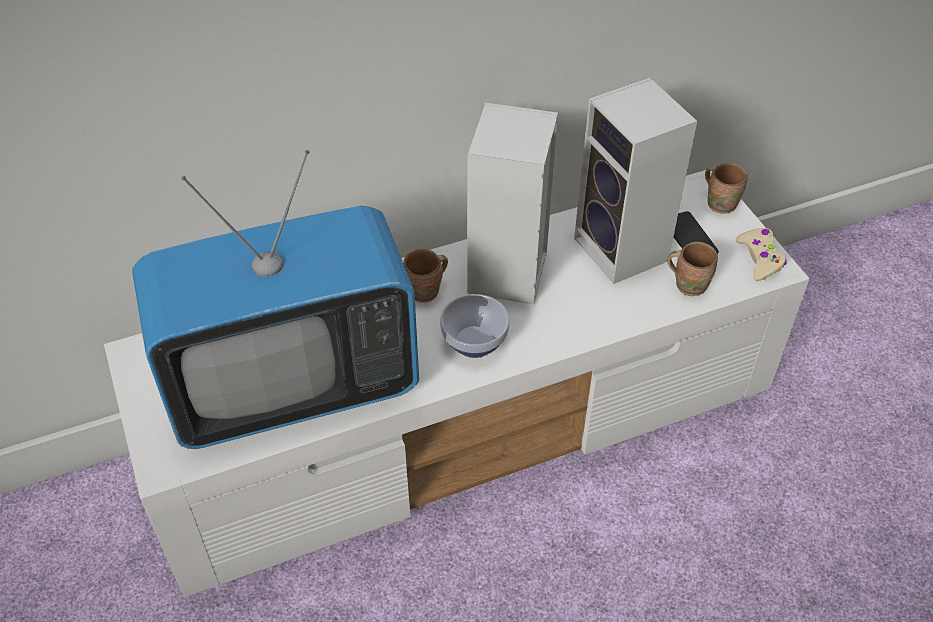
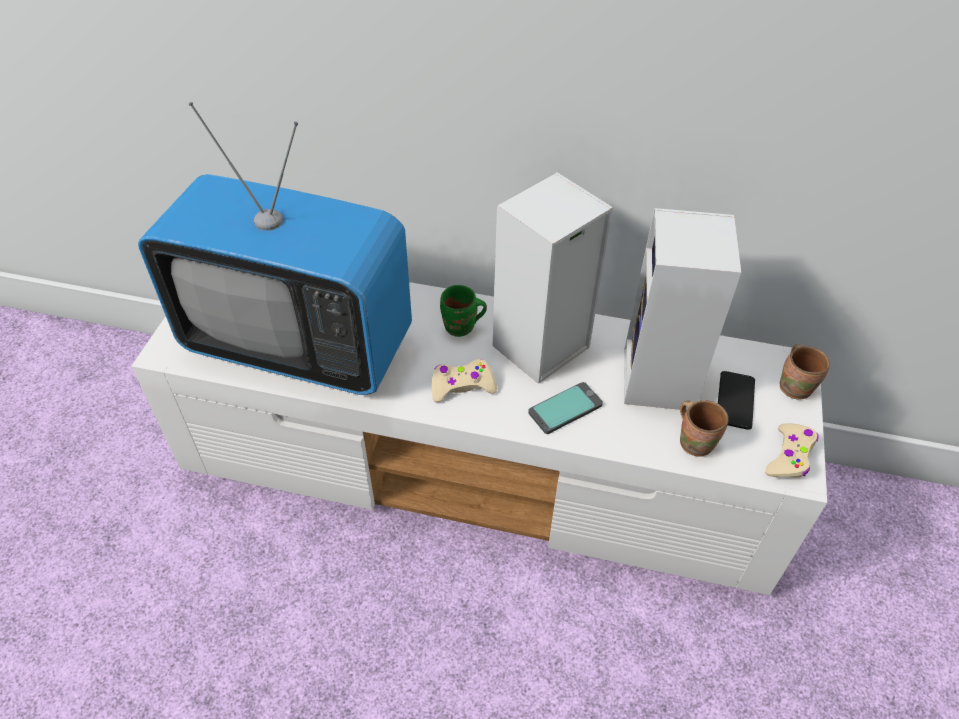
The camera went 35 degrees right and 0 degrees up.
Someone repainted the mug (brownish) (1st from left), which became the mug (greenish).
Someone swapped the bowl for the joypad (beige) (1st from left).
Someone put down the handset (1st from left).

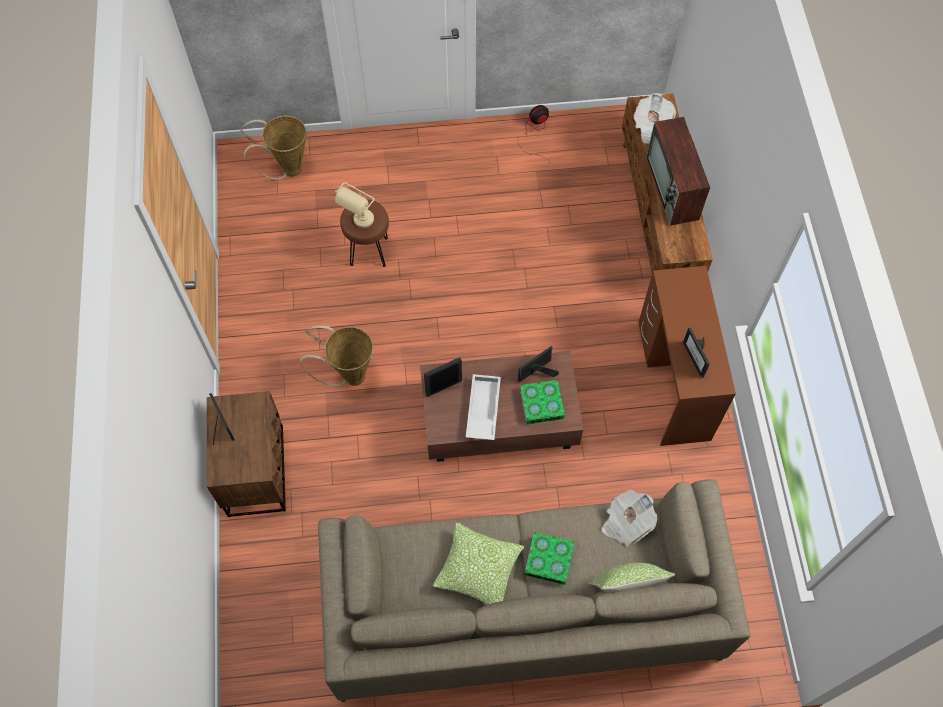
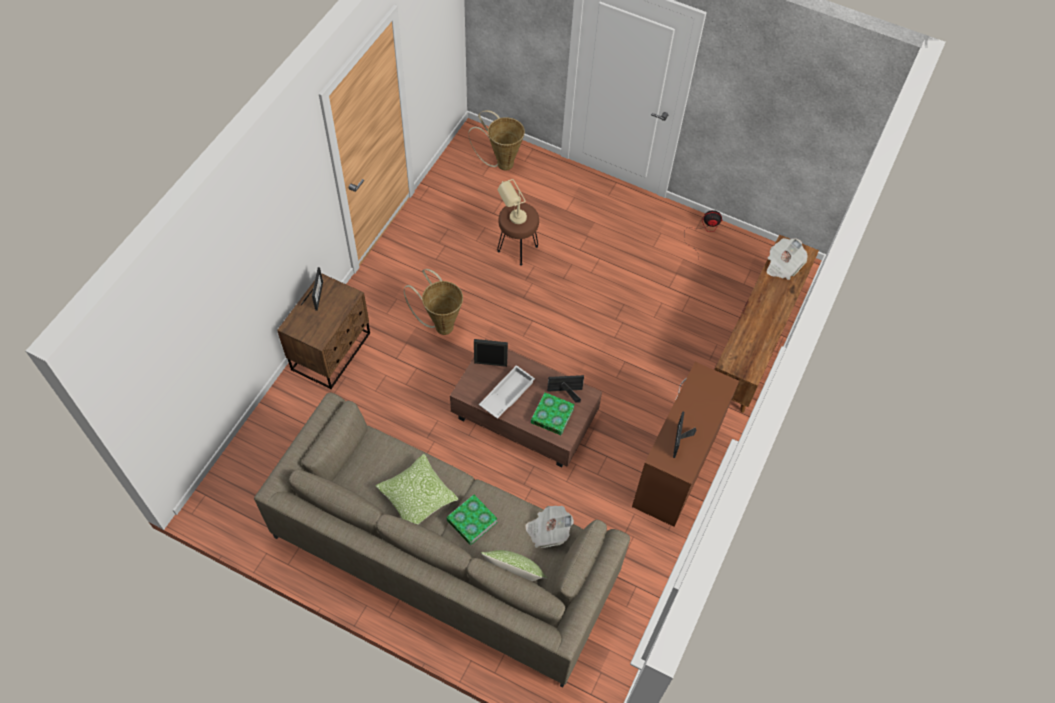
The camera went 30 degrees right and 5 degrees down.
Someone took away the TV set.

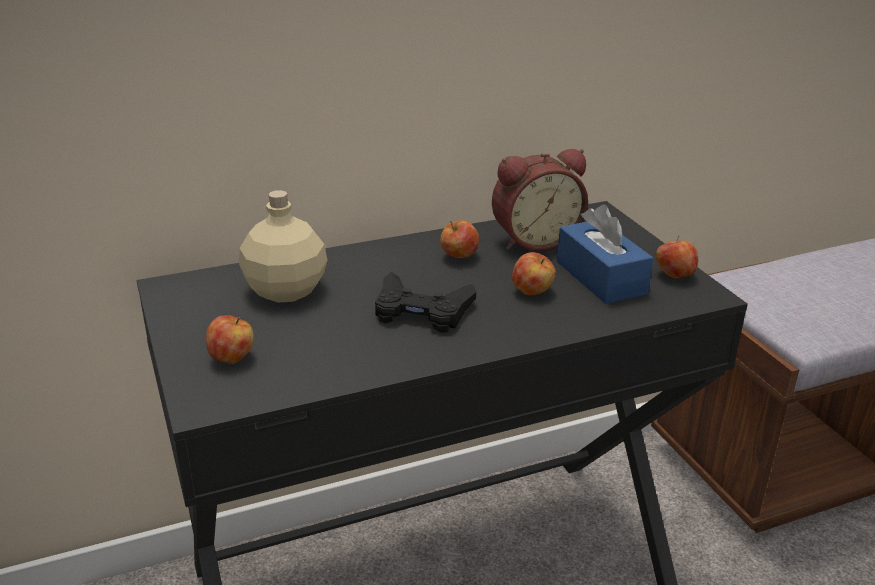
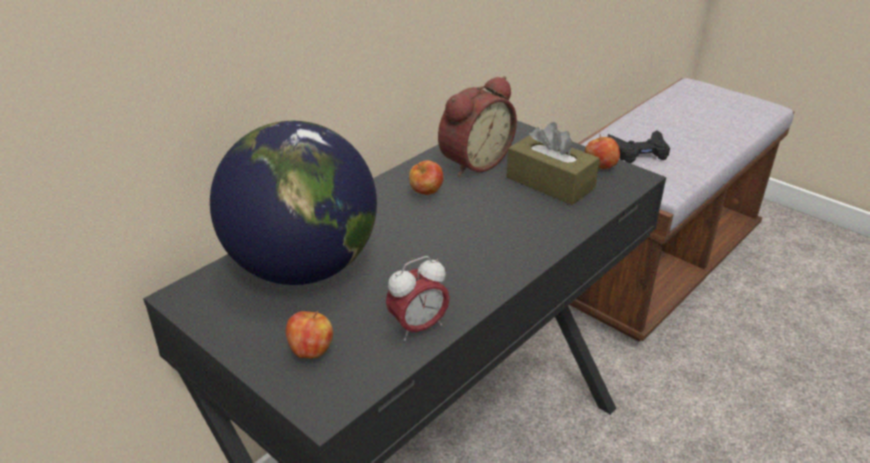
The camera went 25 degrees left and 5 degrees up.
Someone swapped the drink bottle (beige) for the globe.
Someone carried the joypad (black).
Someone took away the apple (3rd from left).
Someone repainted the tissue holder (blue), which became the tissue holder (brownish).
Someone put down the alarm clock (1st from left).

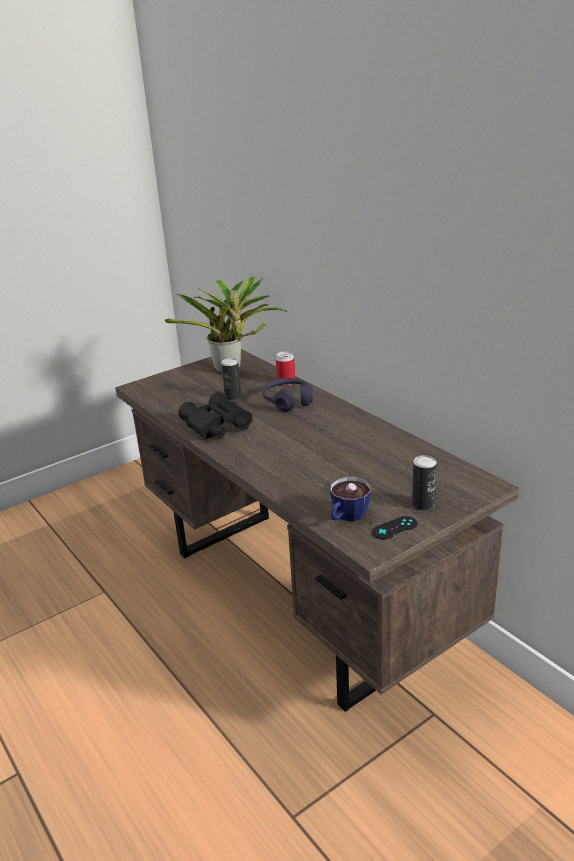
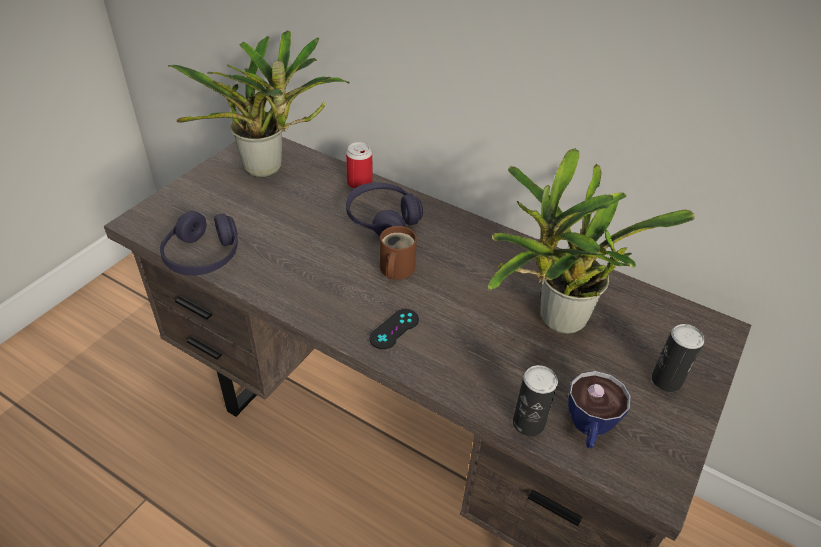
The camera went 25 degrees left and 15 degrees up.
Someone took away the field glasses (black).
Someone carried the can (1st from left in the first image).
Someone carried the joypad (black).
Someone put down the headset (purple-coloured) (1st from left).
Someone put down the mug (brownish).
Someone put down the plant in a pot (2nd from left).

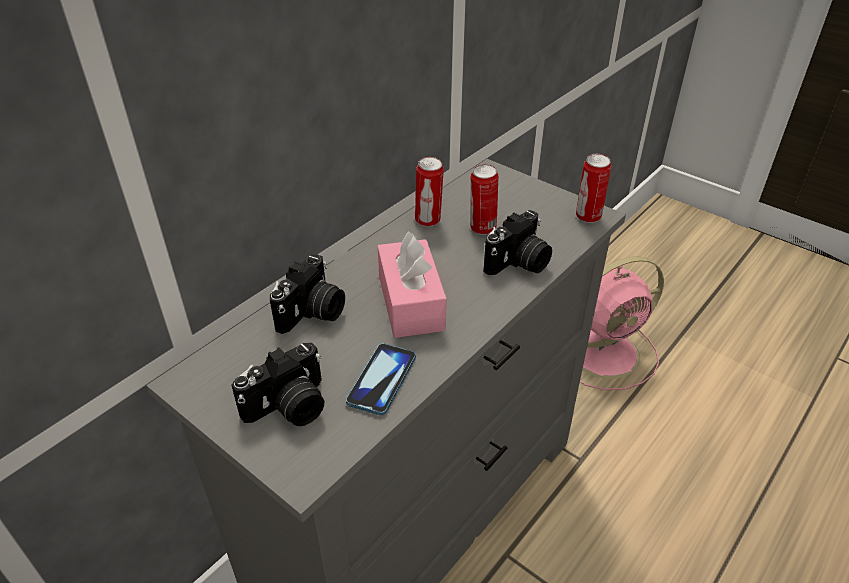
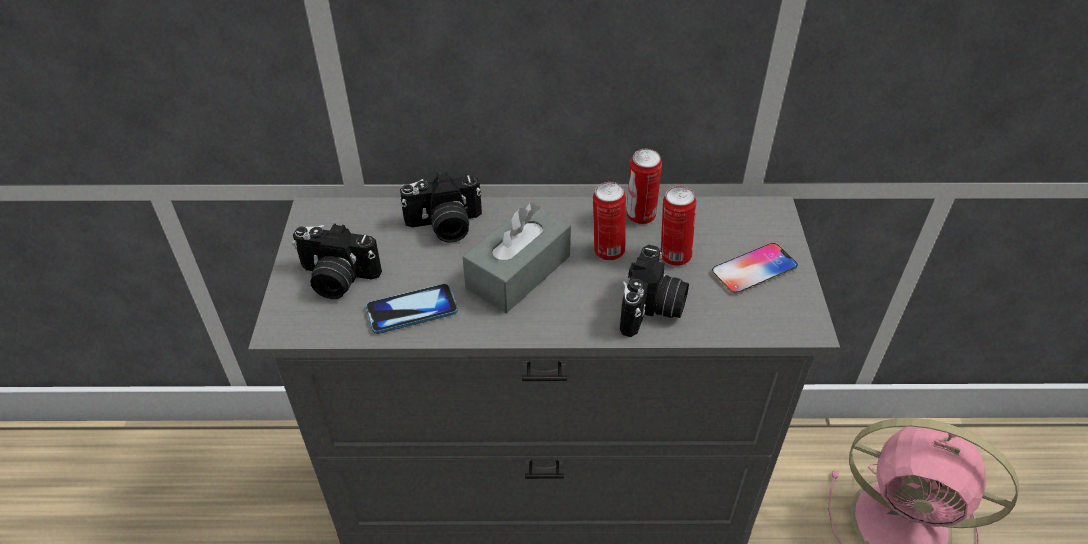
The camera went 50 degrees right and 5 degrees up.
Someone repainted the tissue holder (pink-coloured), which became the tissue holder (grey).
Someone rotated the still camera (3rd from left) by 75 degrees counterclockwise.
Someone carried the can (3rd from left in the first image).
Someone put down the handset (2nd from left).

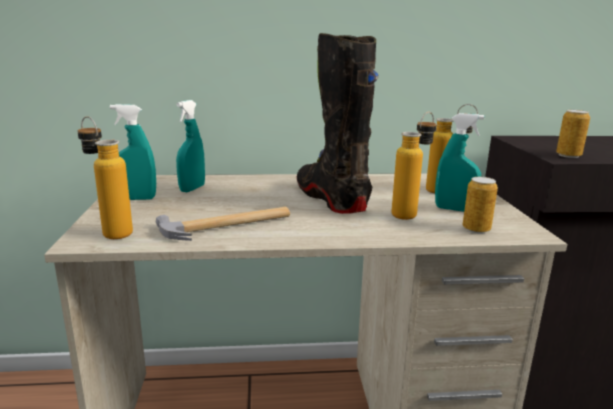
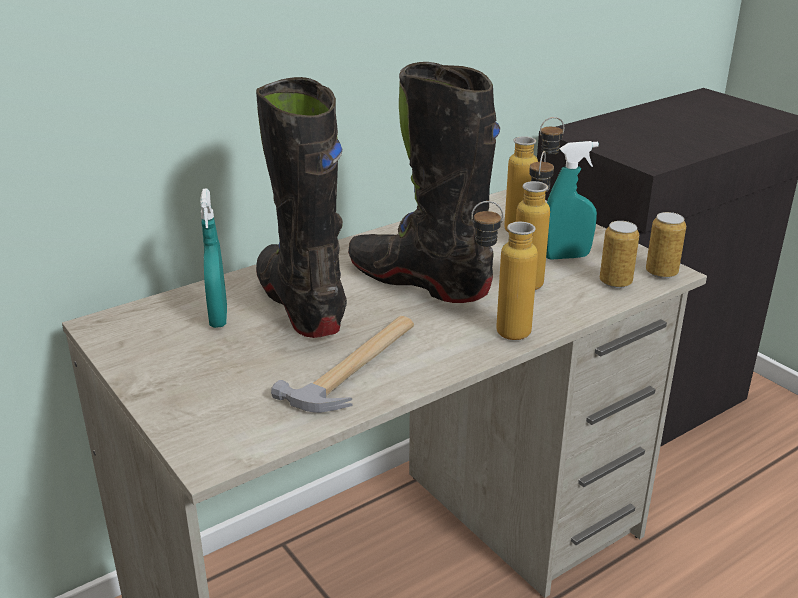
The camera went 30 degrees left and 10 degrees up.
Someone carried the drink bottle (1st from left).
Someone took away the sprayer (turquoise) (1st from left).
Someone carried the can (2nd from left).
Someone put down the tall boot (black) (1st from left).

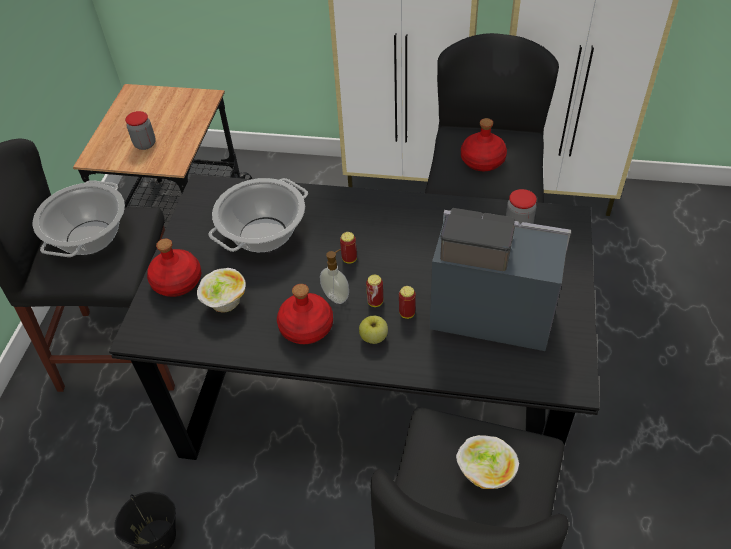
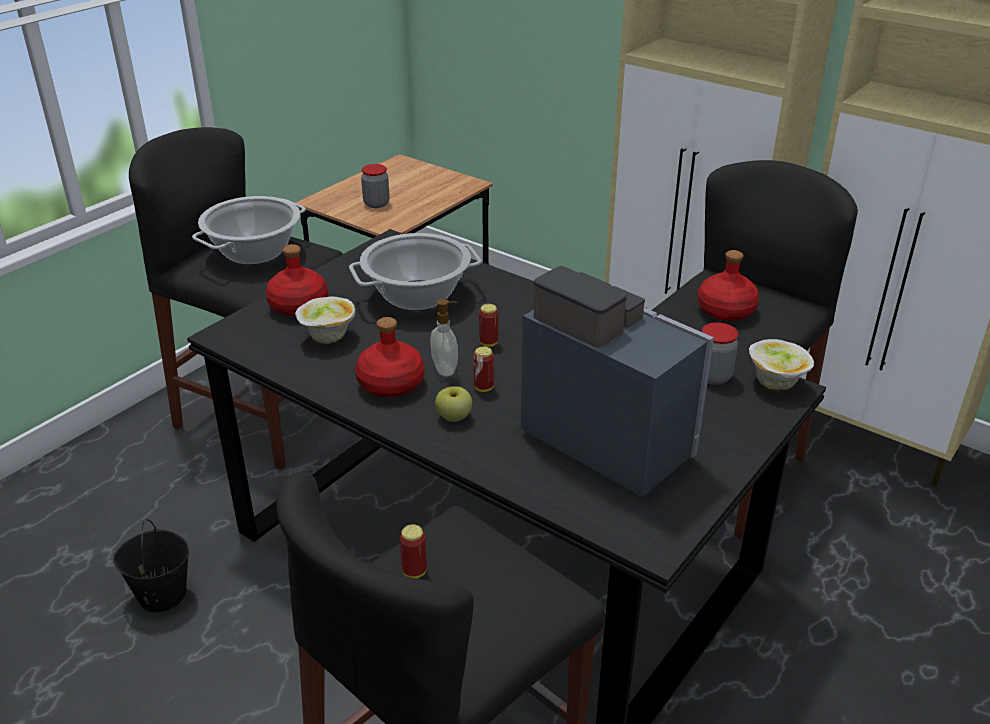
The camera went 25 degrees right and 15 degrees down.
Someone carried the can (3rd from left in the first image).
Someone carried the bowl (2nd from left).

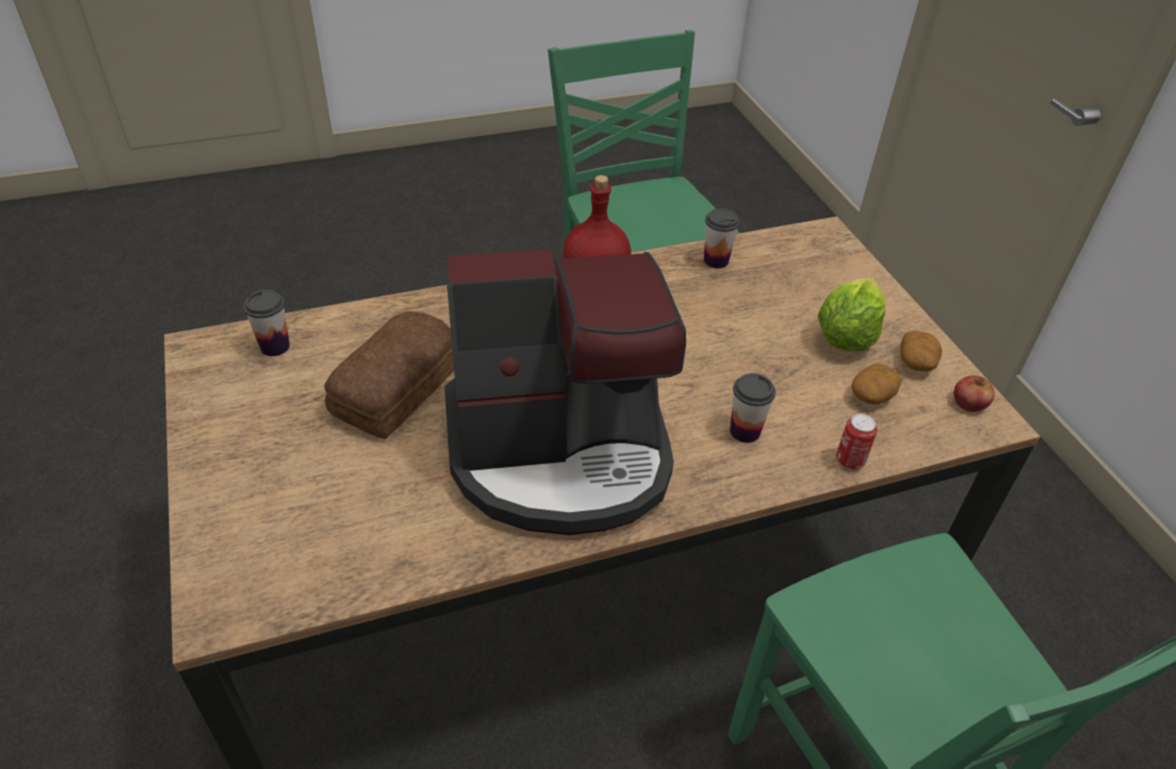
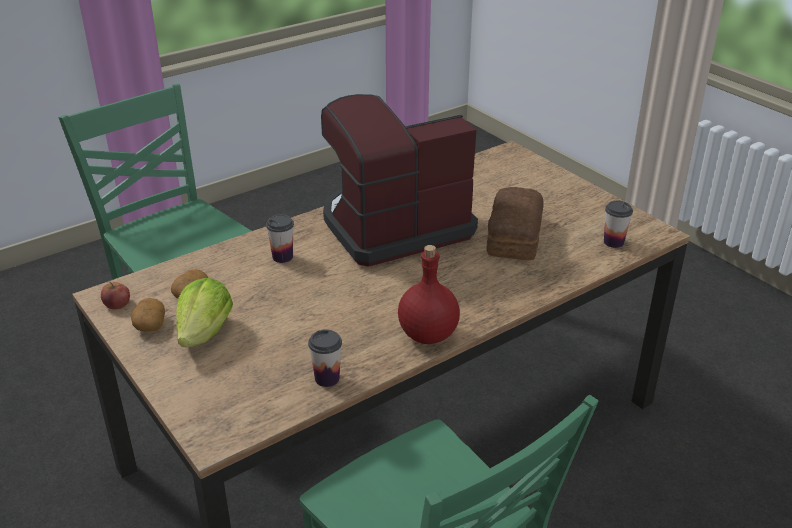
The camera went 165 degrees right and 10 degrees down.
Someone took away the can.

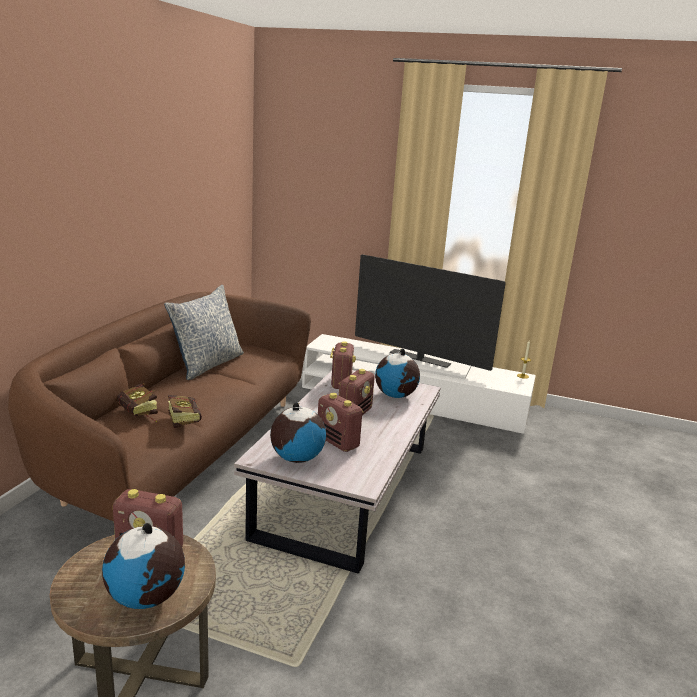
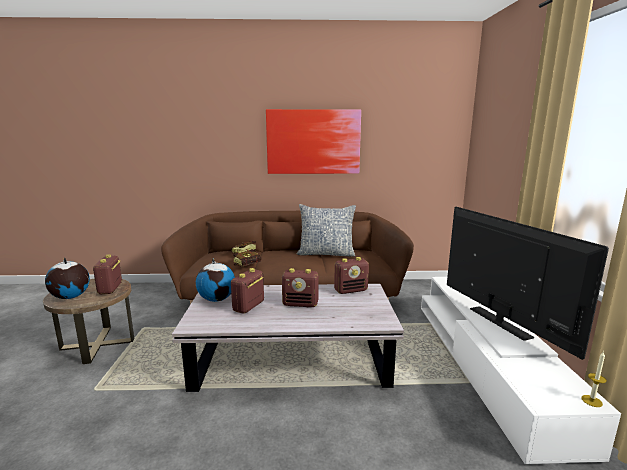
The camera went 70 degrees right and 5 degrees down.
Someone rotated the TV set by 150 degrees clockwise.
Someone took away the globe (3rd from left).
Someone put up the wall art.

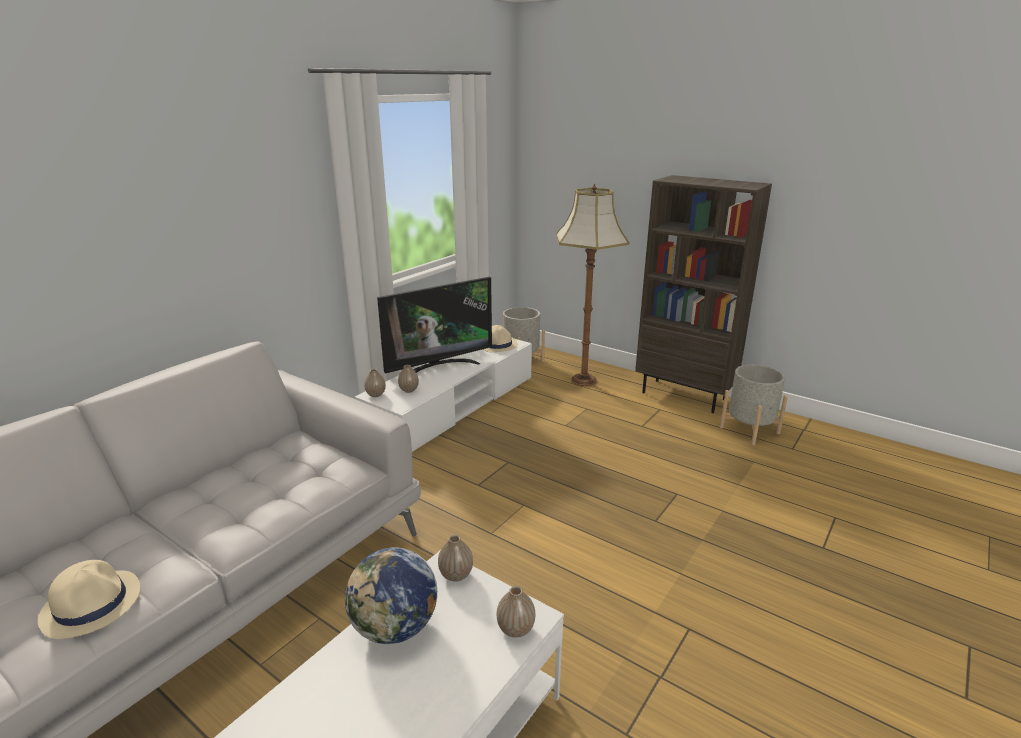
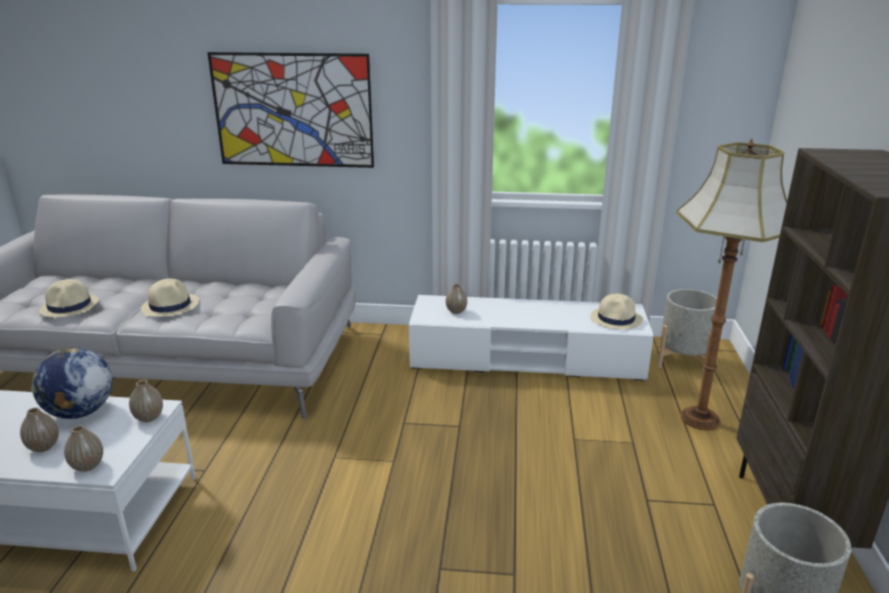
The camera went 60 degrees right and 0 degrees up.
Someone carried the flower vase (1st from left).
Someone took away the TV set.
Someone put down the wearable hat (beige) (2nd from left).
Someone put up the wall art.

